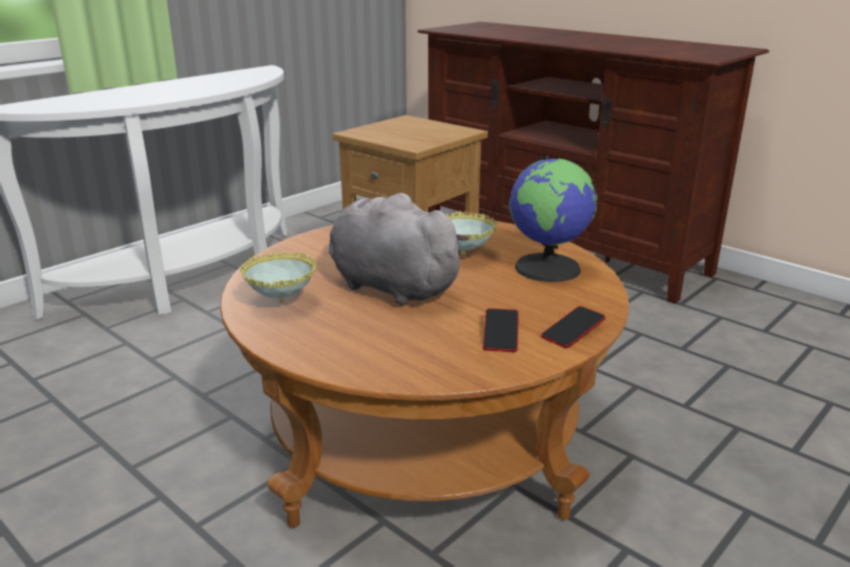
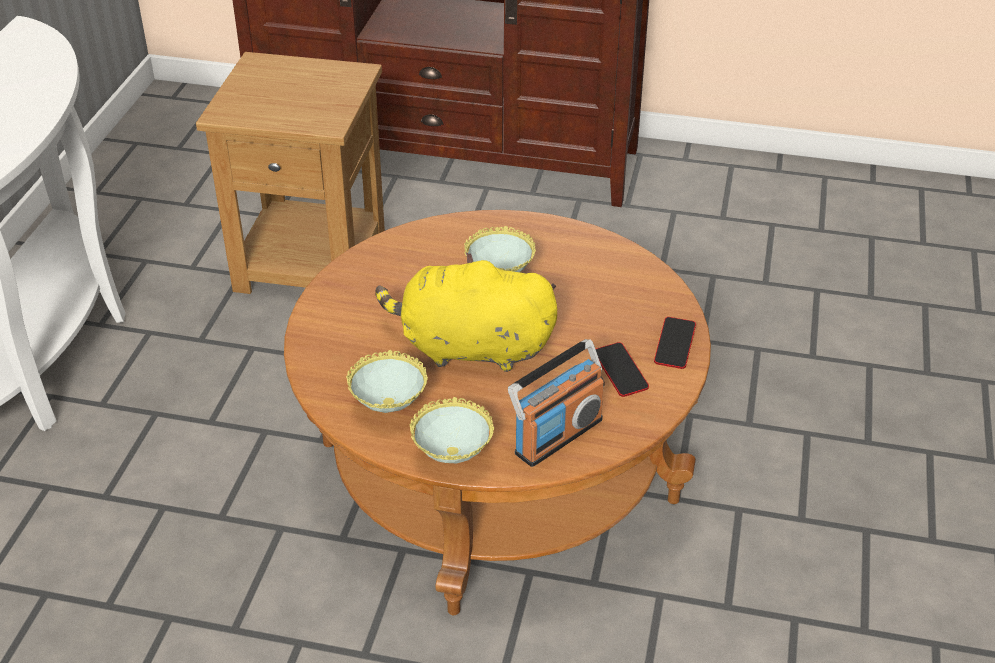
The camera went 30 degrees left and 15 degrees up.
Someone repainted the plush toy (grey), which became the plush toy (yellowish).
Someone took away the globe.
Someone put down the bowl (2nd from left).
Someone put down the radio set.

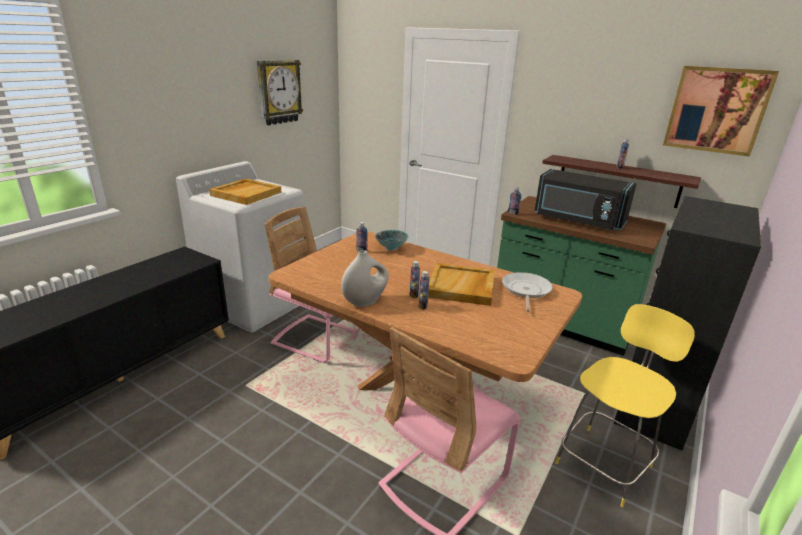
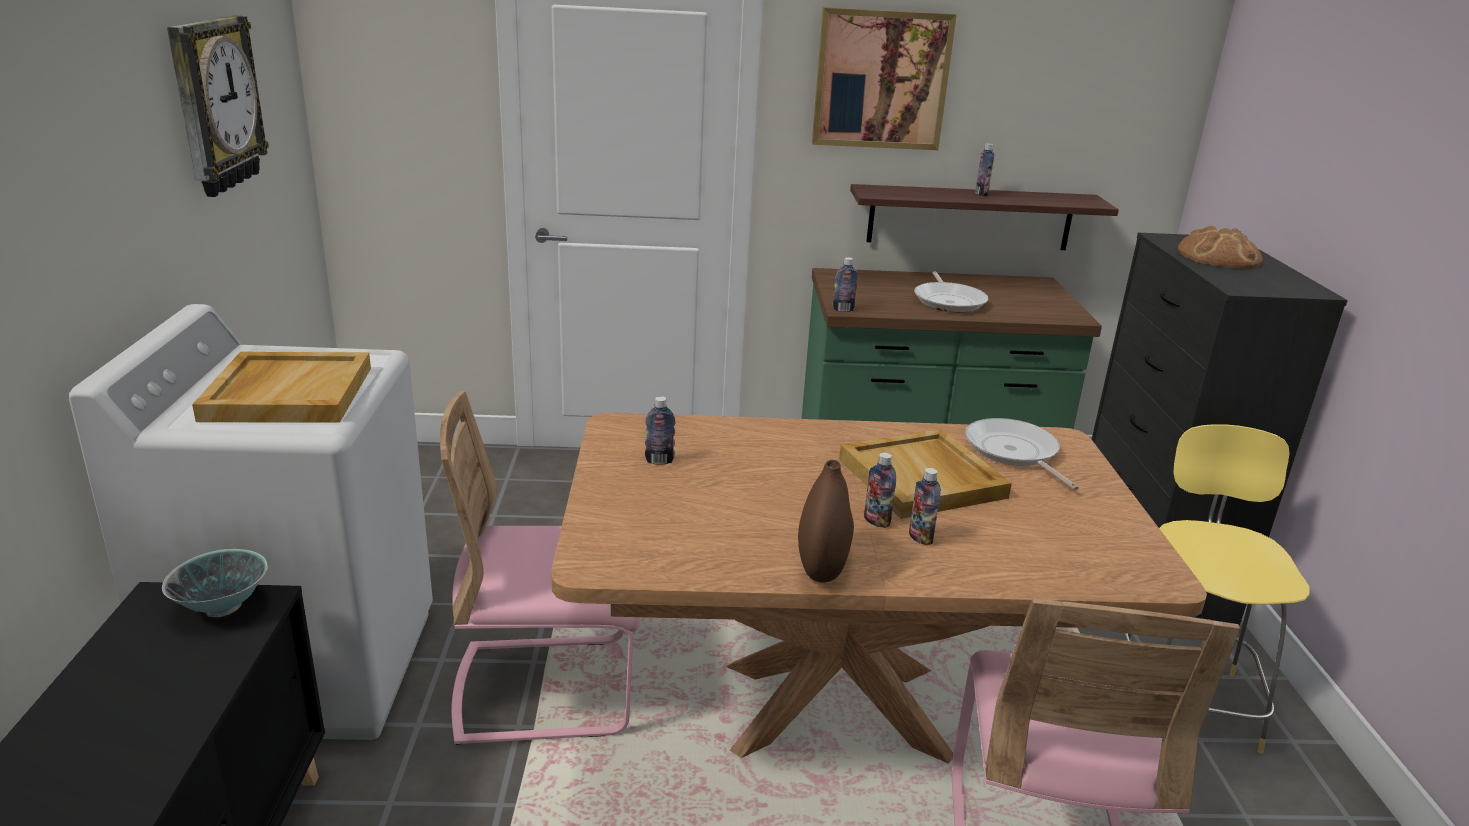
The camera went 35 degrees left and 0 degrees up.
Someone repainted the flower vase (white), which became the flower vase (brownish).
Someone carried the bowl.
Someone swapped the microwave (black) for the skillet (1st from left).
Someone carried the wall art.
Someone put down the baked bread.

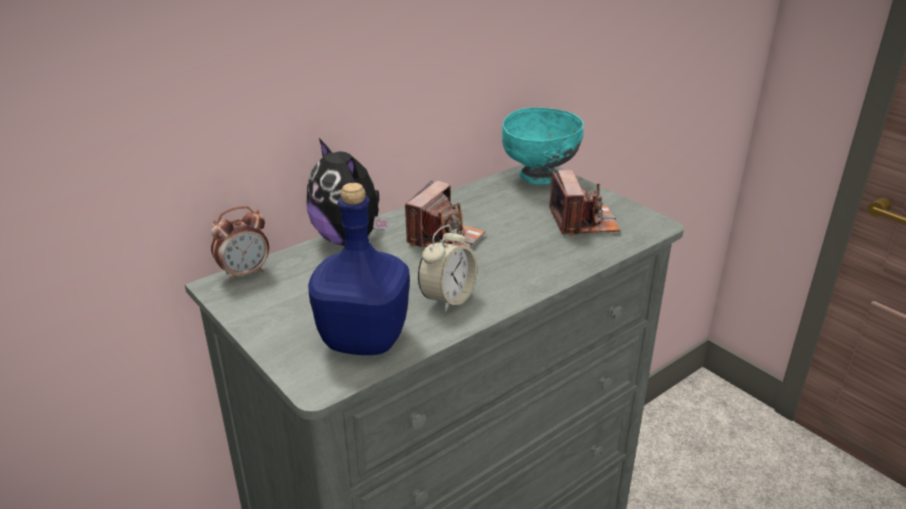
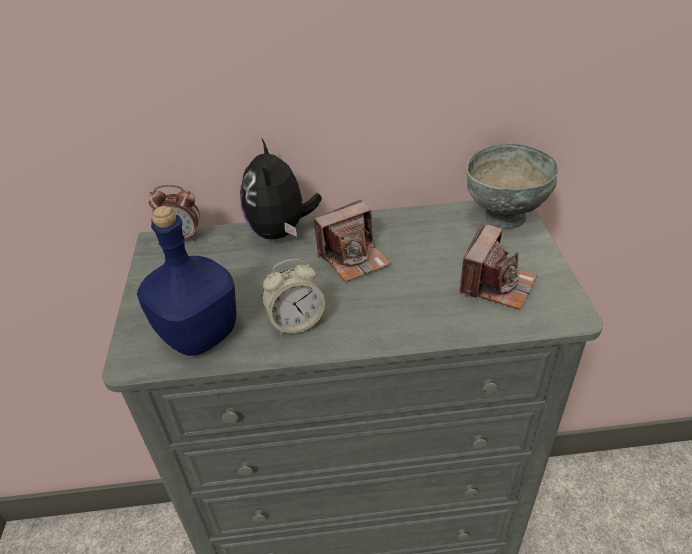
The camera went 35 degrees right and 10 degrees up.
Someone repainted the bowl (turquoise), which became the bowl (grey).

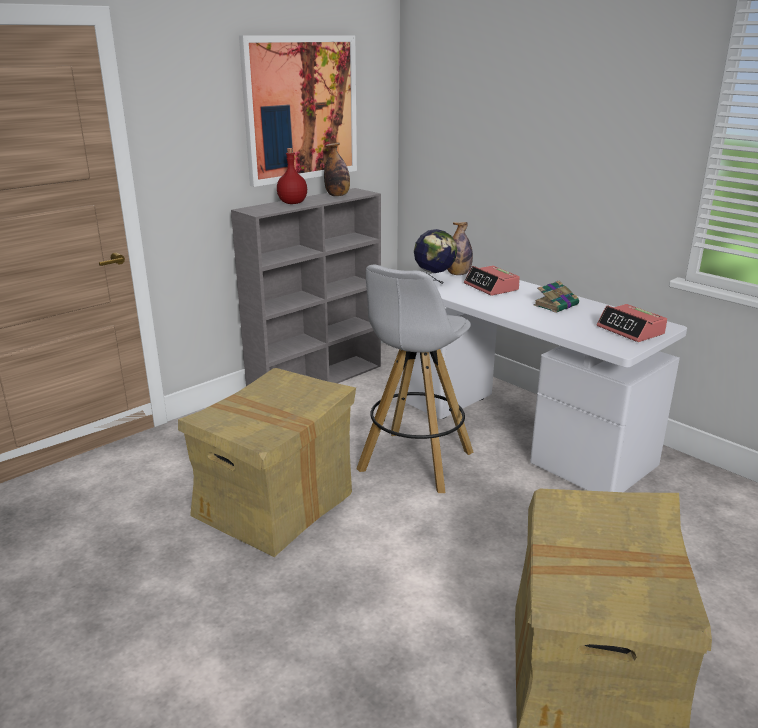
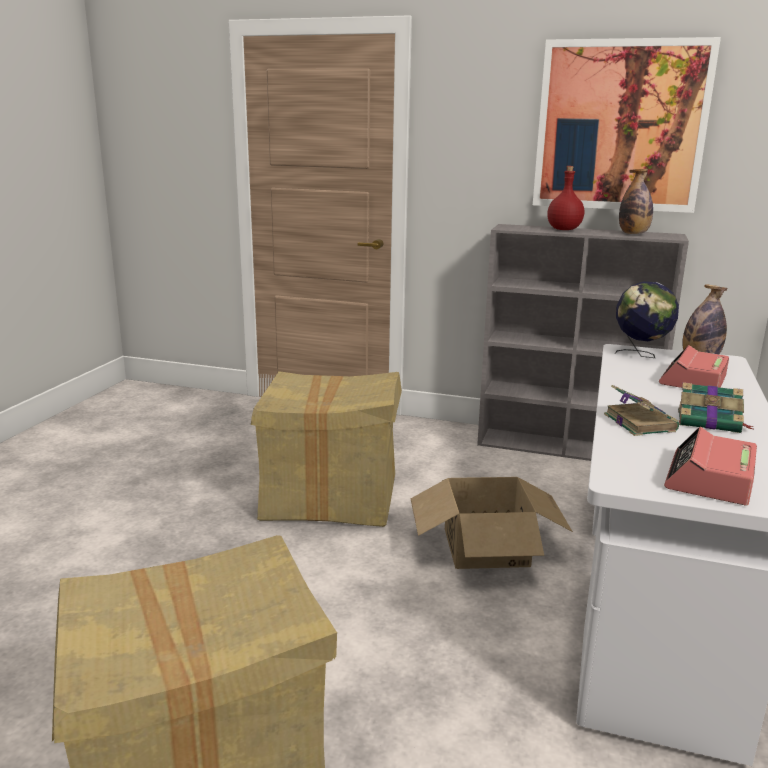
The camera went 60 degrees right and 5 degrees down.
Someone swapped the sitting stool (white) for the cardboard box (3rd from left).
Someone put down the volume (1st from left).

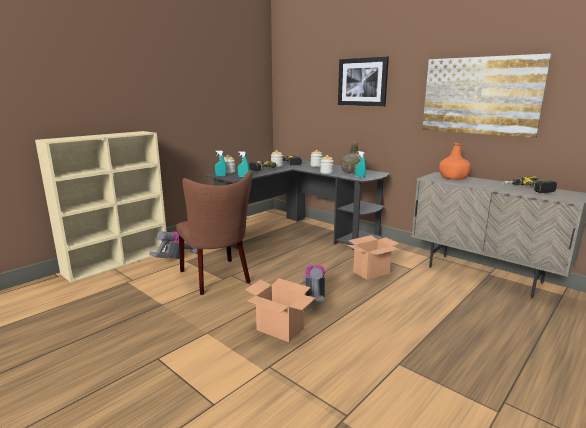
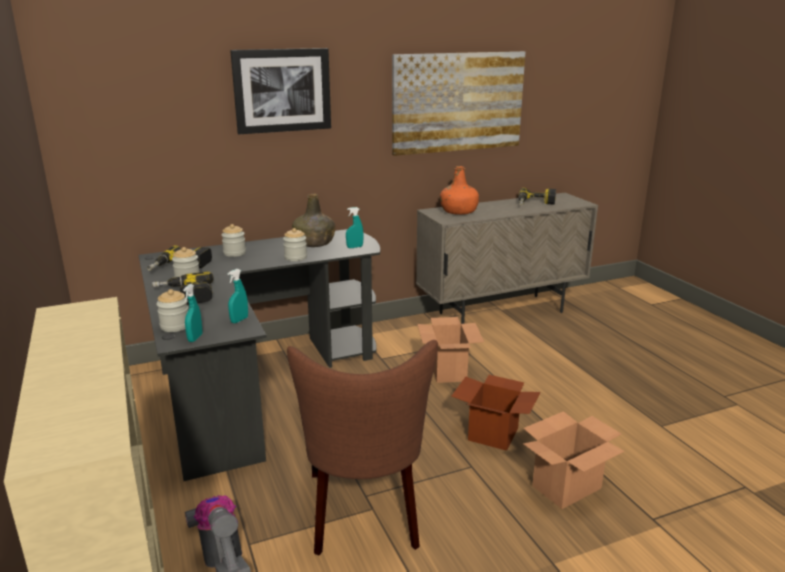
The camera went 65 degrees left and 5 degrees up.
Someone rotated the plain chair (brownish) by 90 degrees clockwise.
Someone swapped the hoover (2nd from left) for the cardboard box (2nd from left).

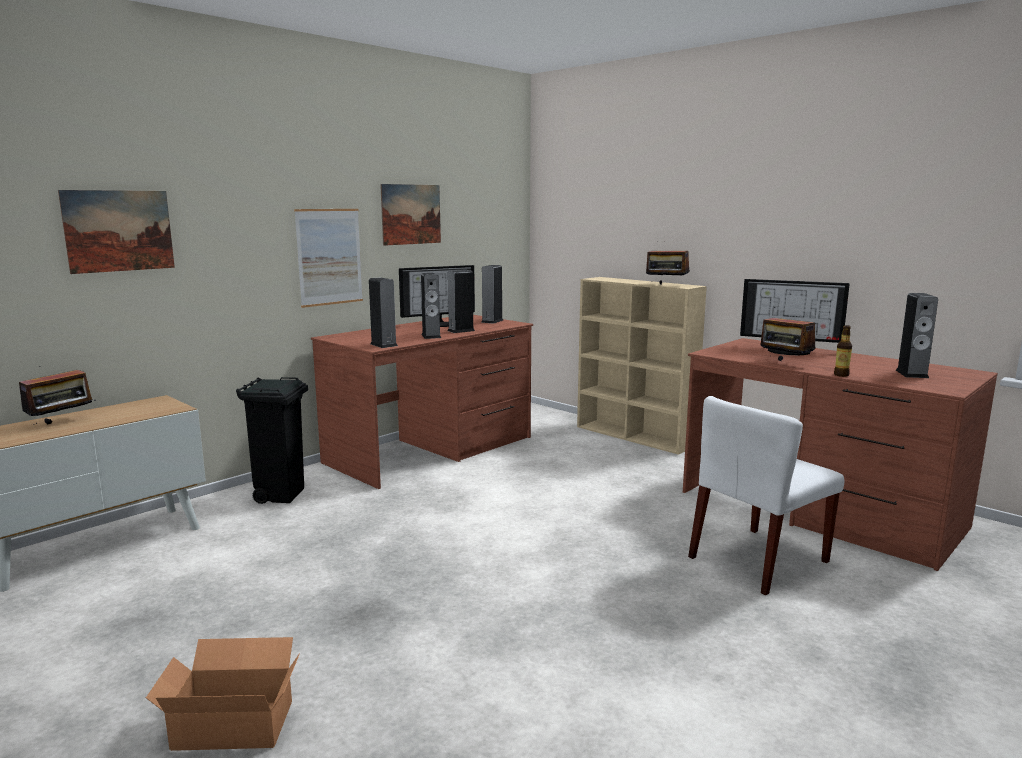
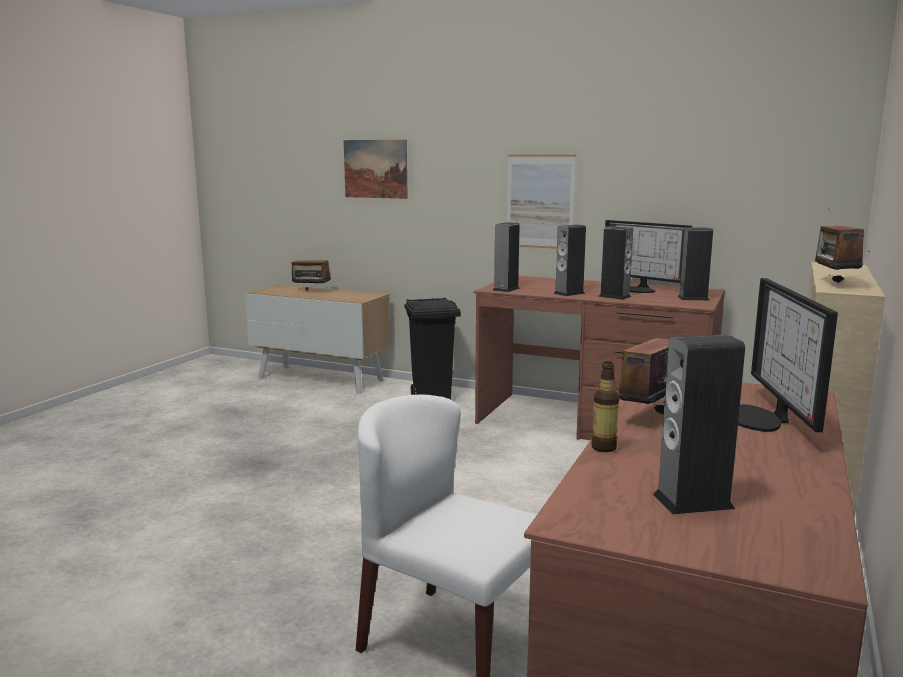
The camera went 70 degrees right and 0 degrees up.
Someone took away the cardboard box.
Someone took away the wall art (3rd from left).

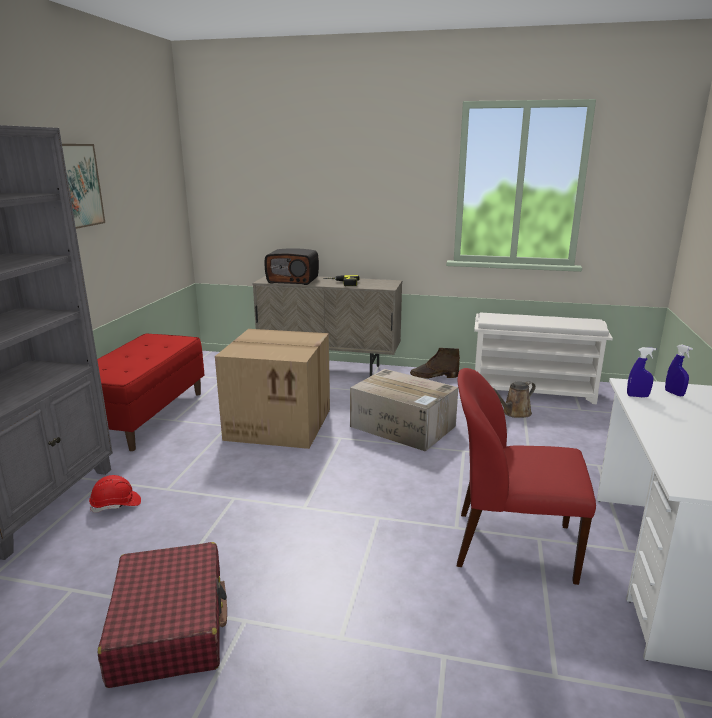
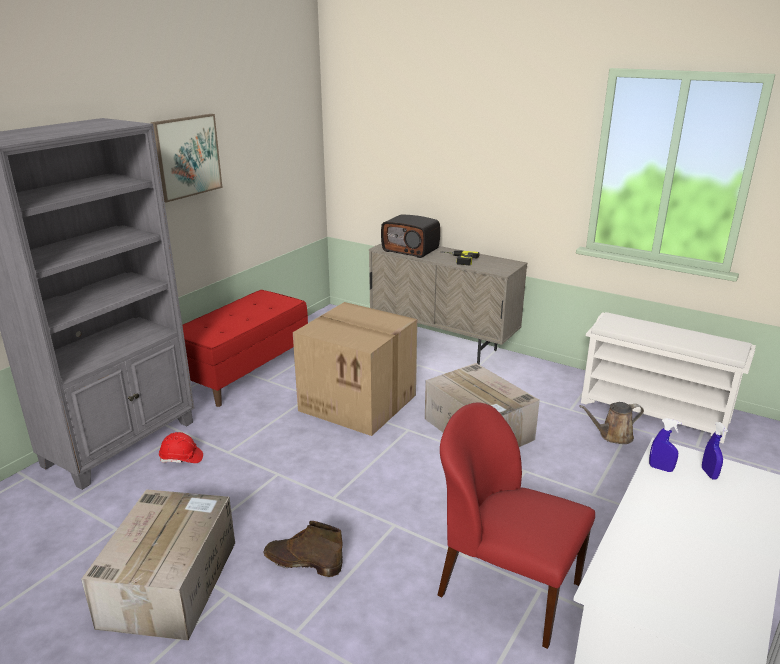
The camera went 20 degrees right and 5 degrees up.
Someone swapped the piece of luggage (red) for the cardboard box (1st from left).
Someone carried the tall boot (brownish).

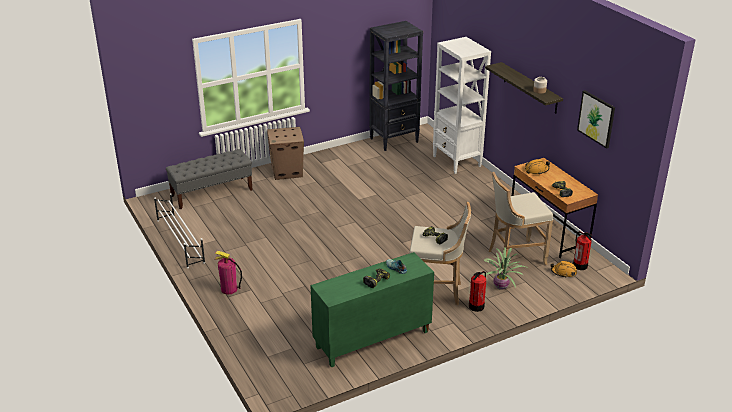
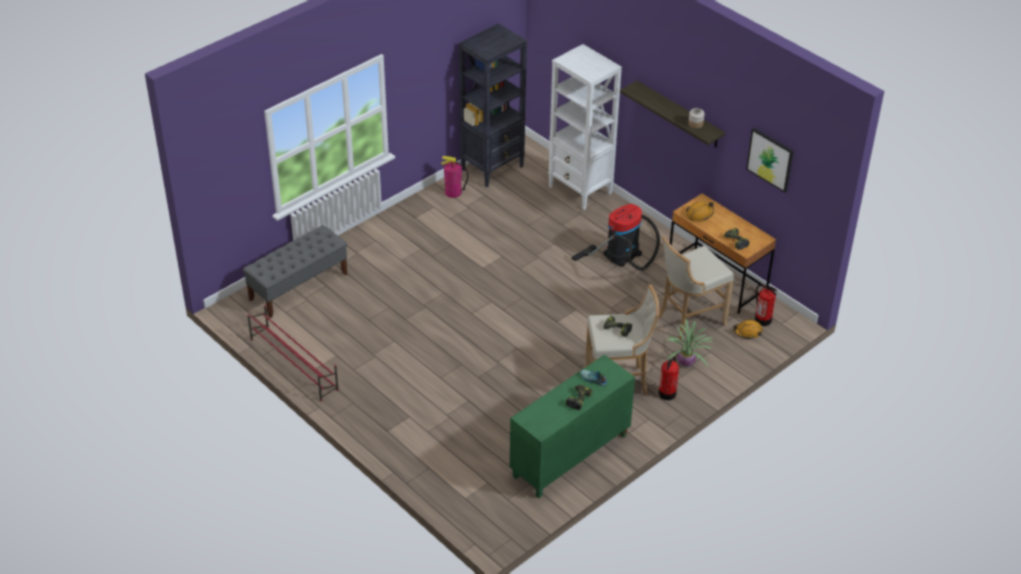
The camera went 15 degrees left and 10 degrees up.
Someone repainted the shoe shelf (white), which became the shoe shelf (red).
Someone carried the extinguisher (1st from left).
Someone took away the cardboard box.
Someone put down the hoover.

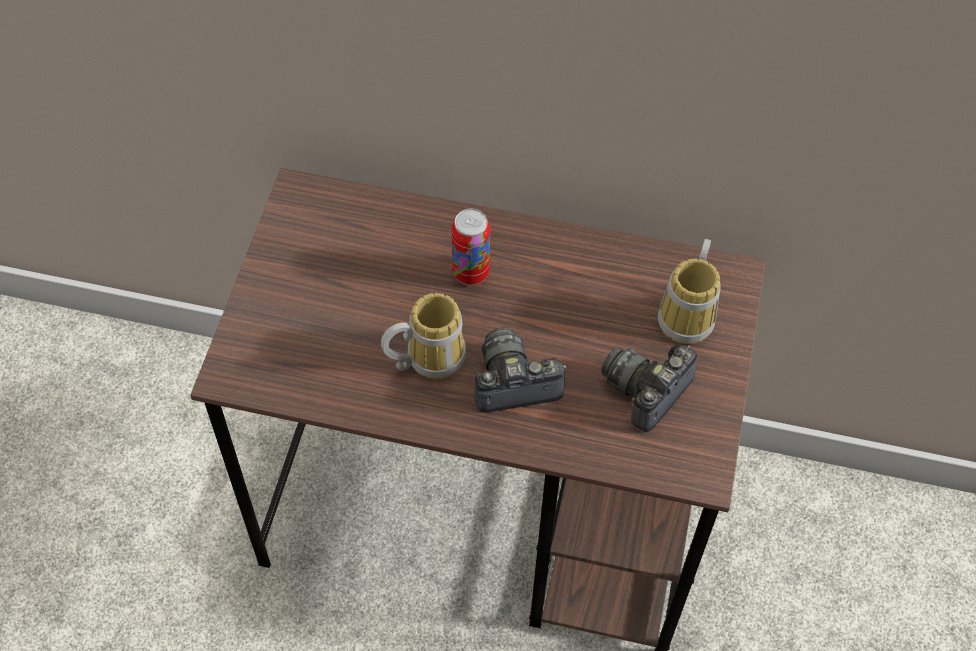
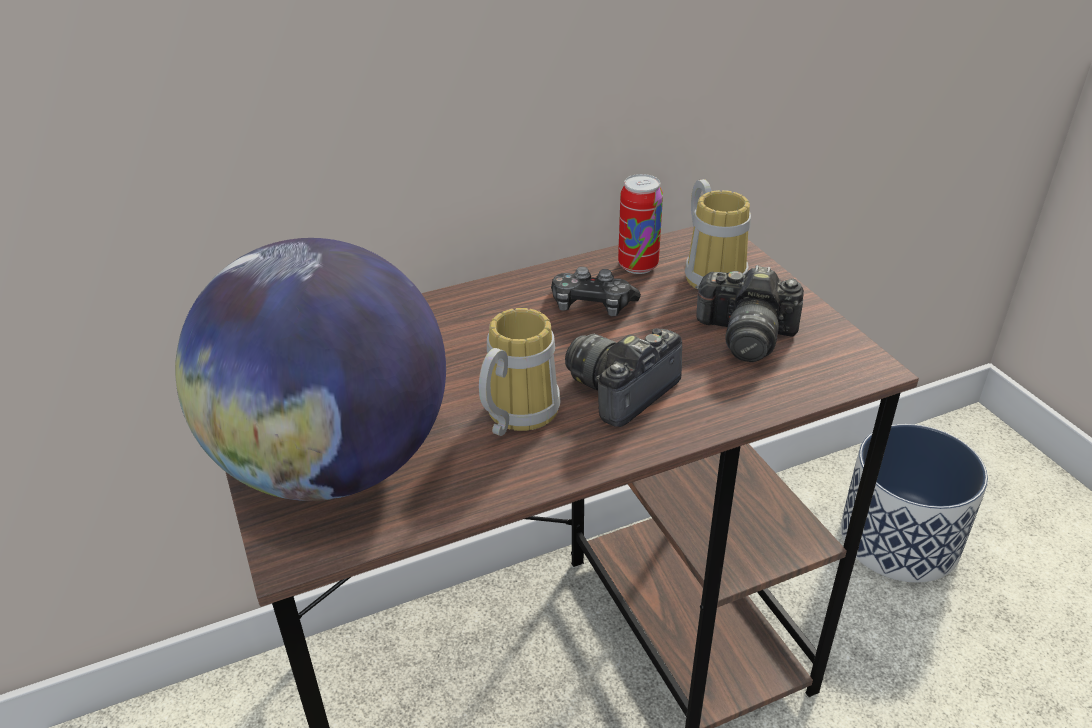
The camera went 35 degrees left and 20 degrees down.
Someone carried the can.
Someone rotated the still camera (2nd from left) by 75 degrees counterclockwise.
Someone put down the globe.
Someone put down the joypad.
Someone put down the plant pot.

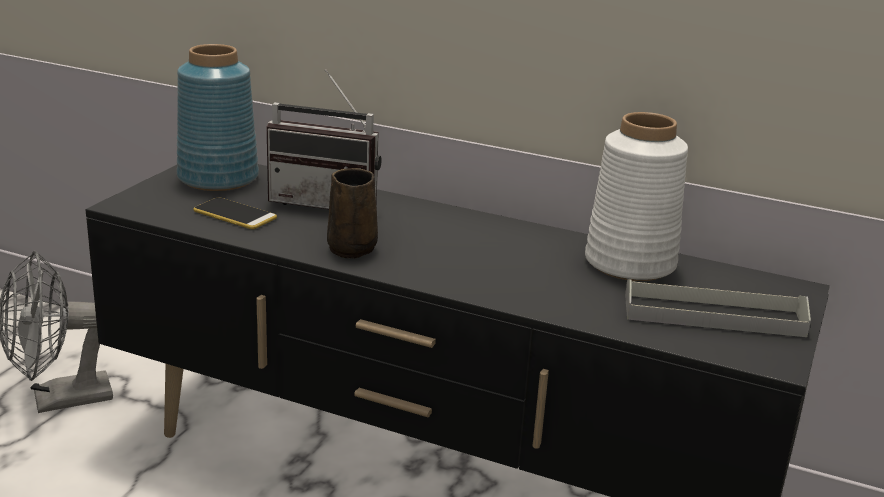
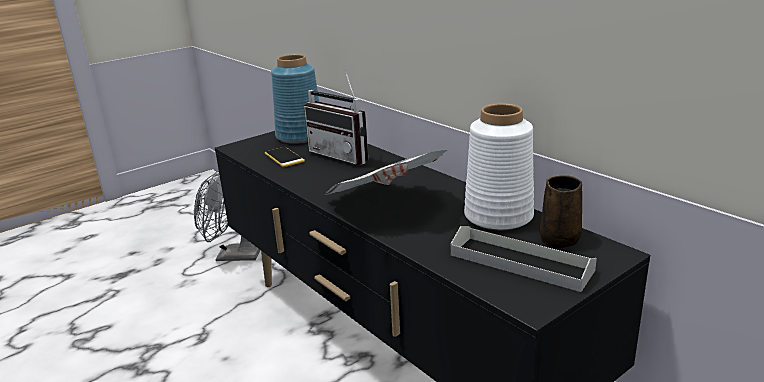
The camera went 30 degrees right and 0 degrees up.
Someone carried the mug (brownish).
Someone put down the daily paper.

